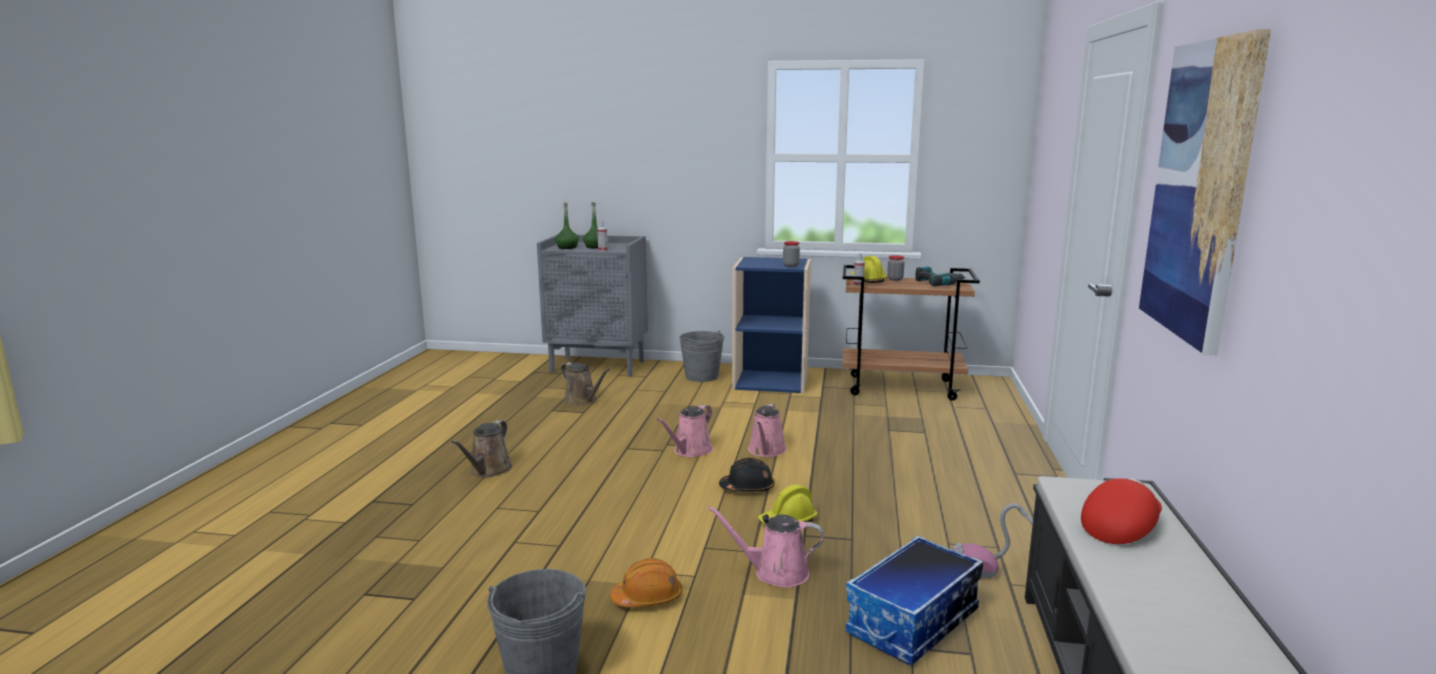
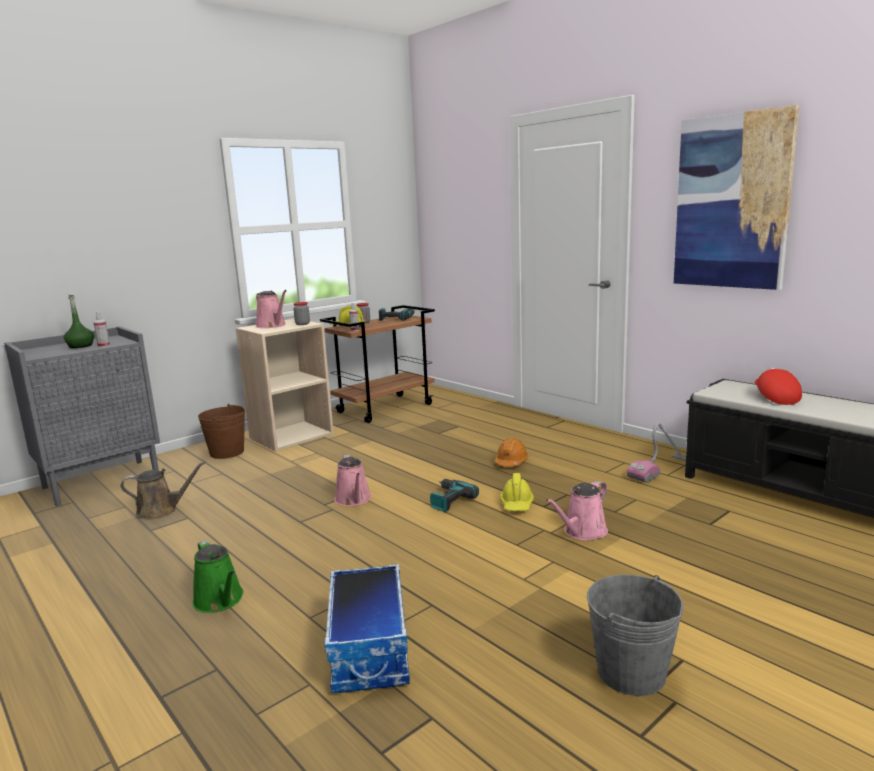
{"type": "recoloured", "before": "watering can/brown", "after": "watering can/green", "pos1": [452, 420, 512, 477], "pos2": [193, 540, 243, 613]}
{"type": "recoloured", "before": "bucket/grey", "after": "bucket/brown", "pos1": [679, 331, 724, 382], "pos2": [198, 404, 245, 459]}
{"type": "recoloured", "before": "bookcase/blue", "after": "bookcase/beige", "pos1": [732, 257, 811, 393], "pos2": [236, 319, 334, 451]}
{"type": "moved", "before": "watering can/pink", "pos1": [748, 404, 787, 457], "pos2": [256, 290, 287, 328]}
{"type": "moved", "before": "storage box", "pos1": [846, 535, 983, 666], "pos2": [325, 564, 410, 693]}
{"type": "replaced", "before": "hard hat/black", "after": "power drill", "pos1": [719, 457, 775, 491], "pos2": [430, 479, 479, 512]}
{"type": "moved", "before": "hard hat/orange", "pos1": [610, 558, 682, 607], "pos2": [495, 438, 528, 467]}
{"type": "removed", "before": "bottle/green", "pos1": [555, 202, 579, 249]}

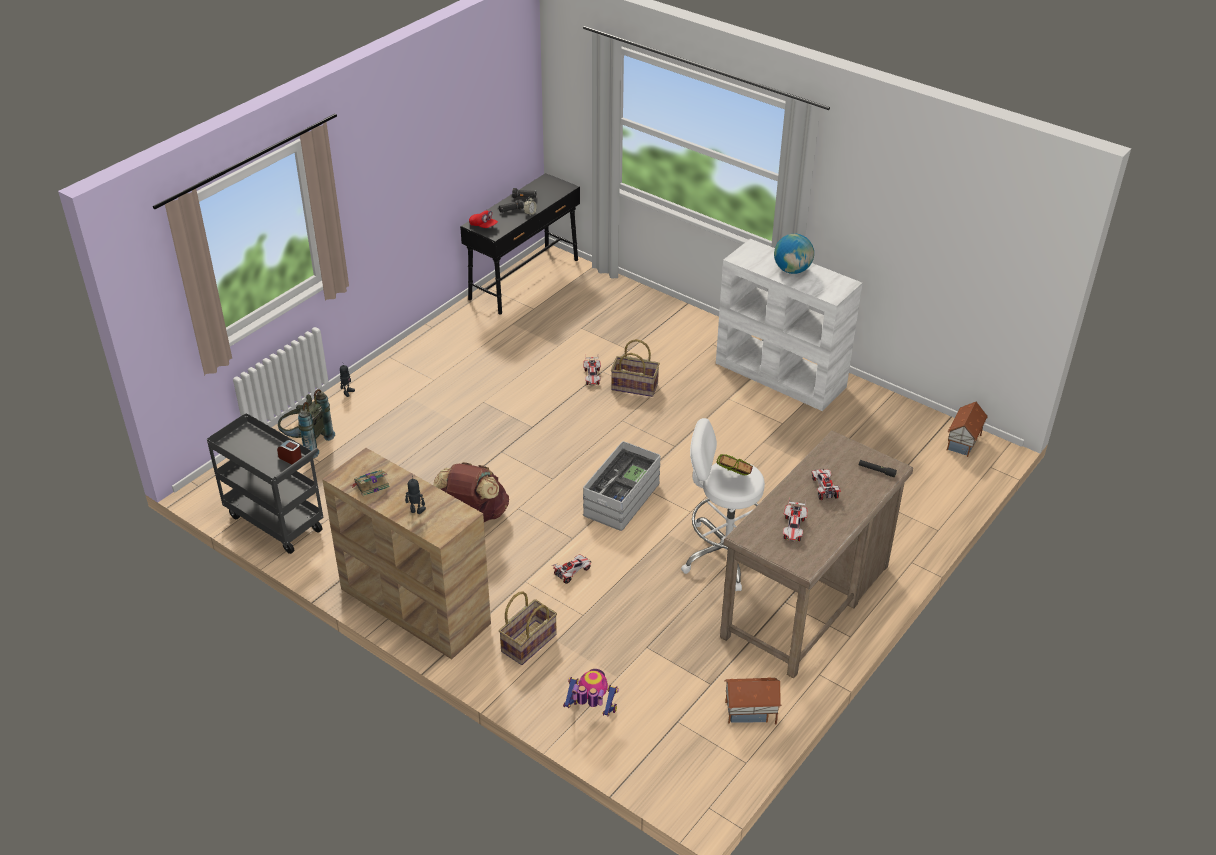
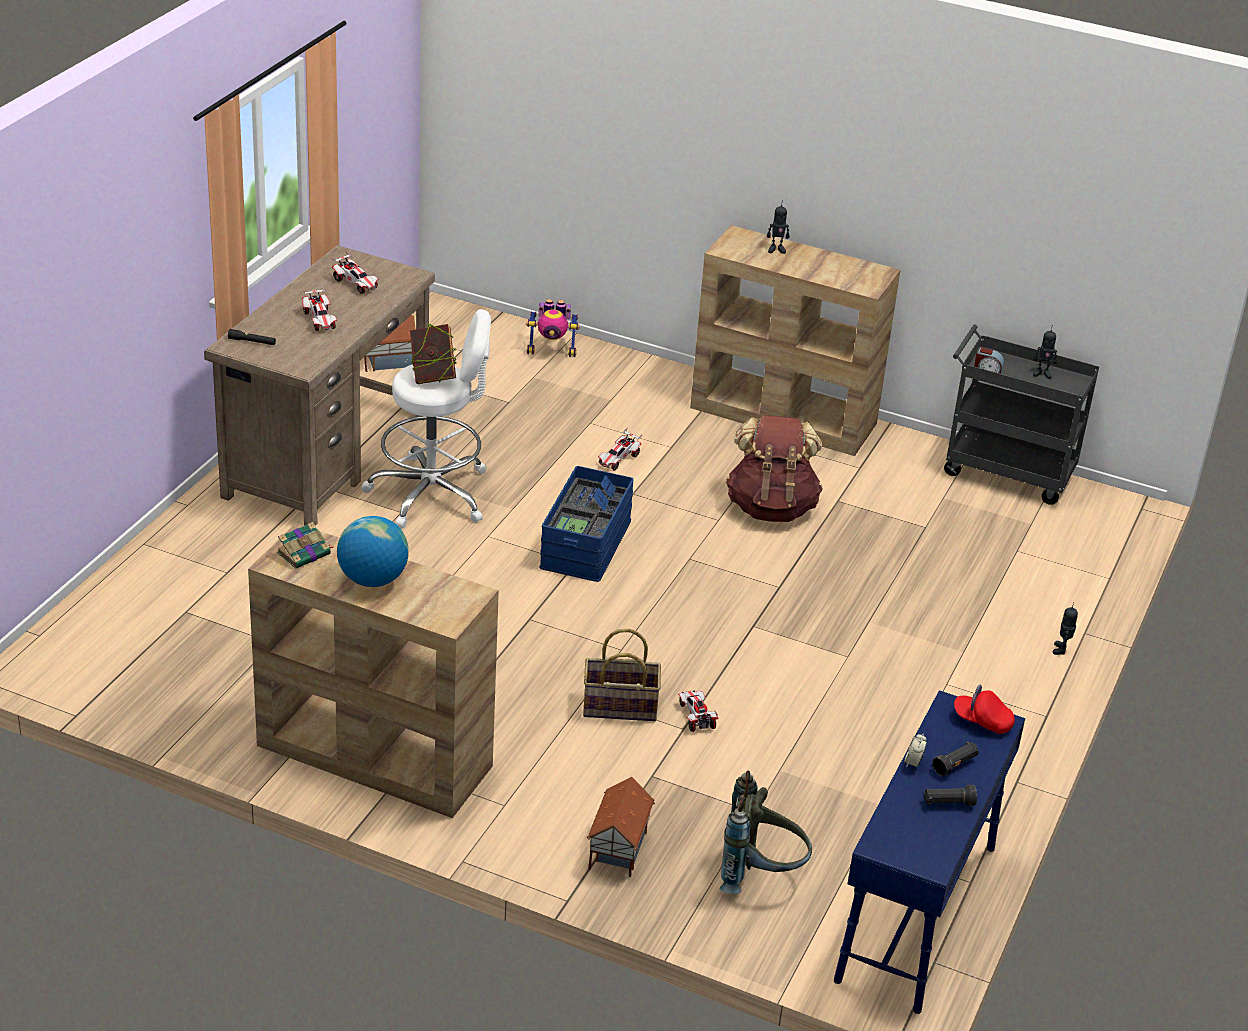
{"type": "recoloured", "before": "bookcase/white", "after": "bookcase/brown", "pos1": [716, 239, 862, 411], "pos2": [248, 523, 499, 818]}
{"type": "moved", "before": "book", "pos1": [351, 469, 390, 496], "pos2": [277, 522, 333, 569]}
{"type": "turned", "before": "toy car", "pos1": [783, 498, 807, 542], "pos2": [331, 251, 379, 294], "turn": 135}
{"type": "recoloured", "before": "storage box/grey", "after": "storage box/blue", "pos1": [583, 441, 660, 531], "pos2": [539, 466, 633, 582]}
{"type": "moved", "before": "toy house", "pos1": [947, 402, 988, 457], "pos2": [587, 777, 655, 877]}
{"type": "moved", "before": "backpack/grey", "pos1": [278, 389, 335, 458], "pos2": [719, 771, 812, 894]}
{"type": "recoloured", "before": "console table/black", "after": "console table/blue", "pos1": [460, 173, 580, 314], "pos2": [834, 690, 1025, 1014]}
{"type": "added", "after": "toy robot", "pos2": [1033, 325, 1057, 379]}
{"type": "removed", "before": "basket", "pos1": [499, 591, 557, 665]}

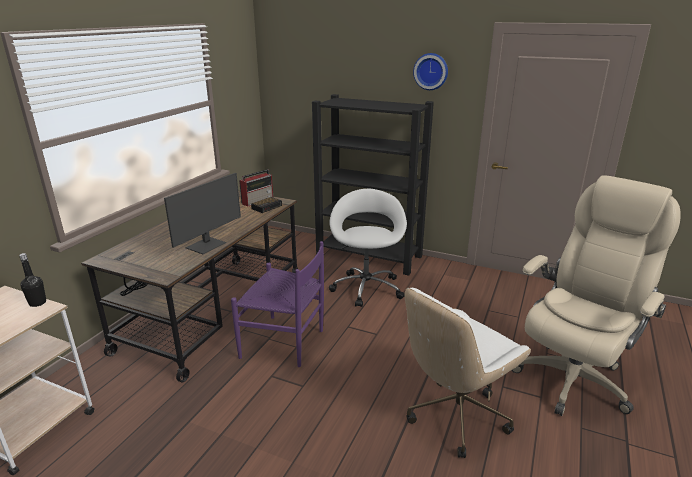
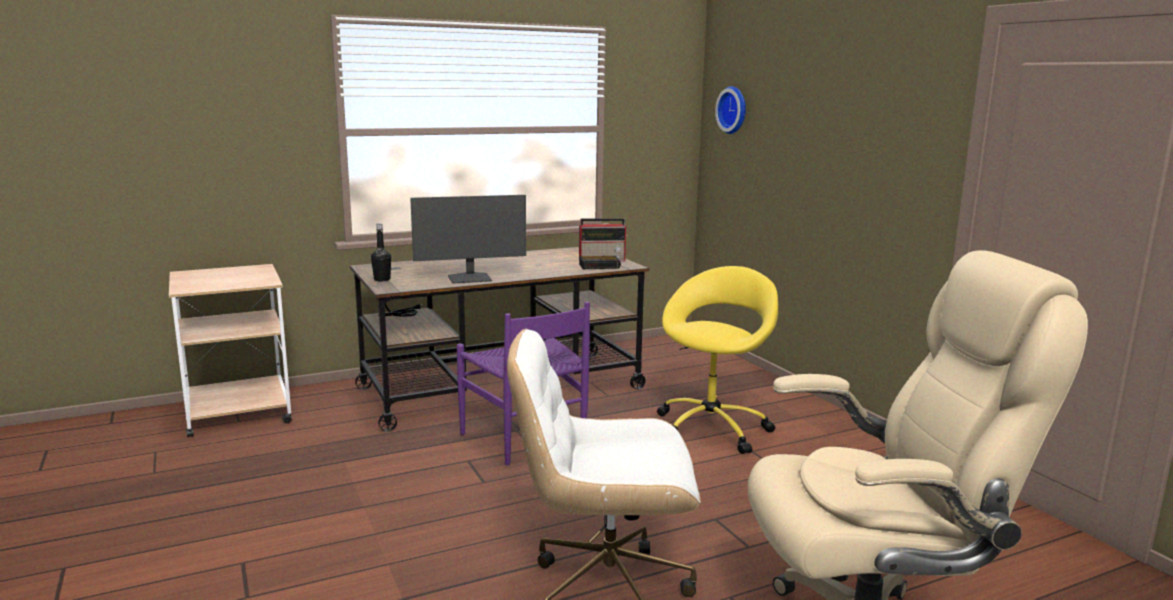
{"type": "moved", "before": "bottle/black", "pos1": [19, 253, 46, 307], "pos2": [371, 223, 391, 282]}
{"type": "recoloured", "before": "office chair/white", "after": "office chair/yellow", "pos1": [329, 189, 407, 307], "pos2": [657, 266, 778, 454]}
{"type": "moved", "before": "wall clock", "pos1": [413, 53, 448, 90], "pos2": [715, 86, 746, 134]}
{"type": "removed", "before": "bookcase/black", "pos1": [312, 94, 434, 276]}

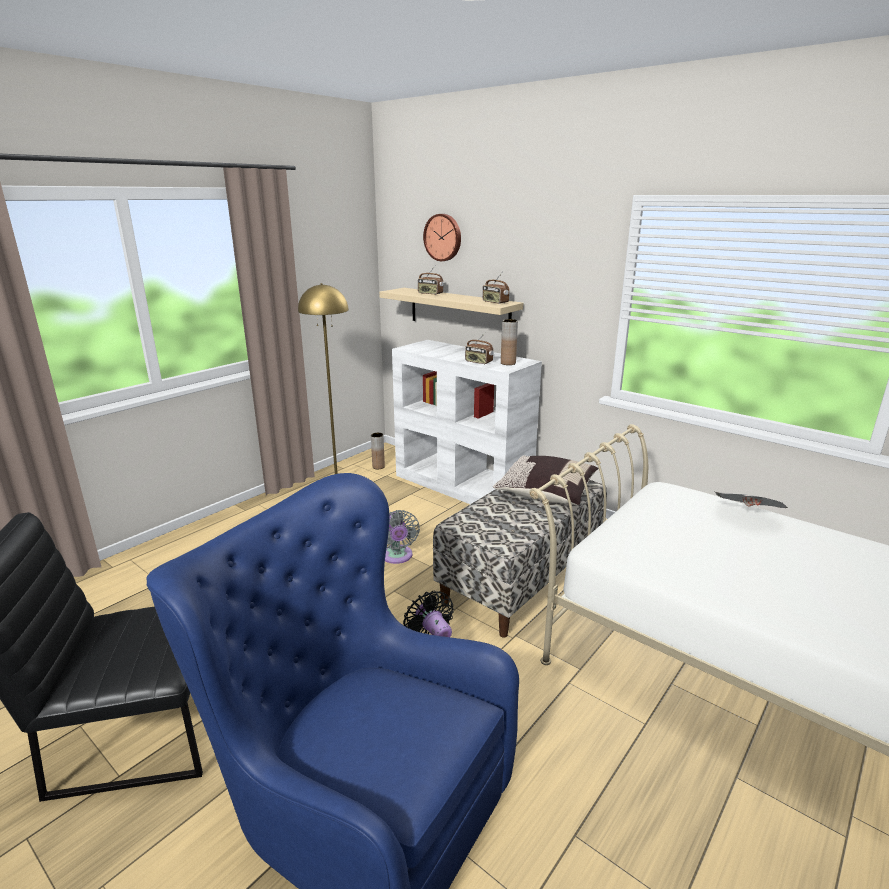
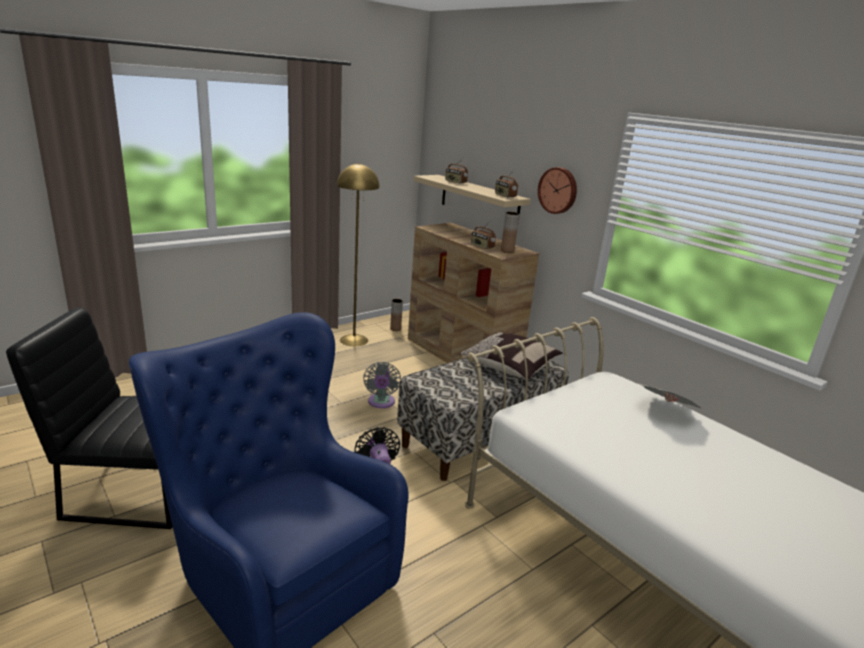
{"type": "recoloured", "before": "bookcase/white", "after": "bookcase/brown", "pos1": [392, 340, 542, 504], "pos2": [408, 223, 539, 363]}
{"type": "moved", "before": "wall clock", "pos1": [423, 214, 461, 261], "pos2": [538, 167, 577, 214]}

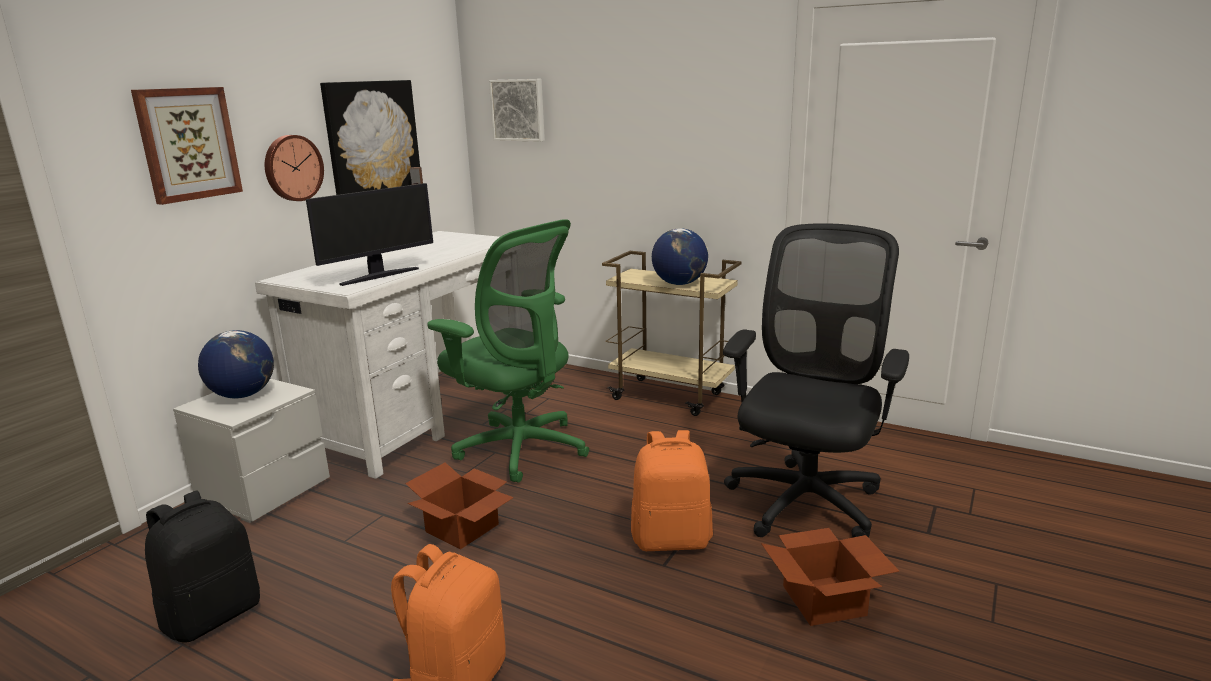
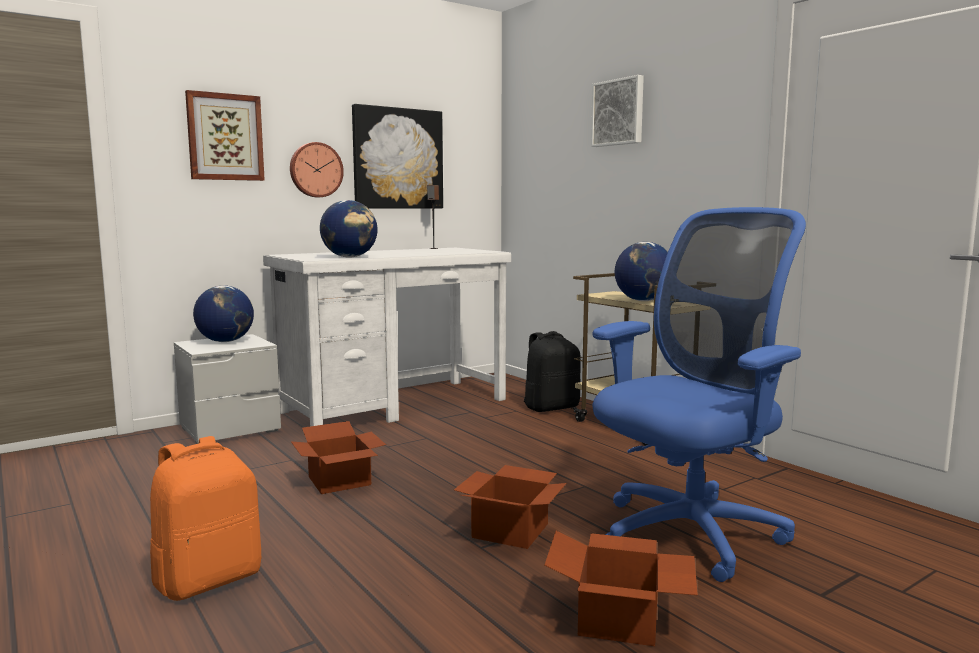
{"type": "replaced", "before": "monitor", "after": "globe", "pos1": [306, 183, 433, 286], "pos2": [320, 200, 378, 258]}
{"type": "replaced", "before": "backpack/orange", "after": "cardboard box", "pos1": [631, 430, 713, 551], "pos2": [454, 465, 566, 549]}
{"type": "moved", "before": "backpack/black", "pos1": [145, 491, 260, 643], "pos2": [524, 331, 581, 412]}
{"type": "moved", "before": "picture", "pos1": [489, 79, 545, 142], "pos2": [591, 75, 644, 147]}
{"type": "recoloured", "before": "office chair/black", "after": "office chair/blue", "pos1": [723, 223, 909, 537], "pos2": [592, 207, 806, 582]}
{"type": "removed", "before": "office chair/green", "pos1": [427, 219, 589, 483]}

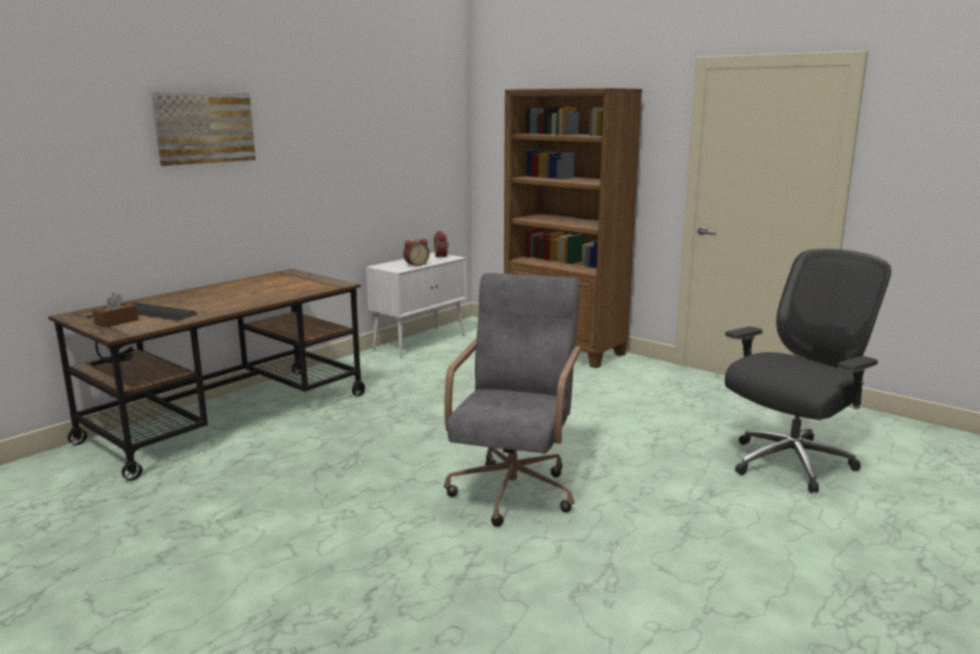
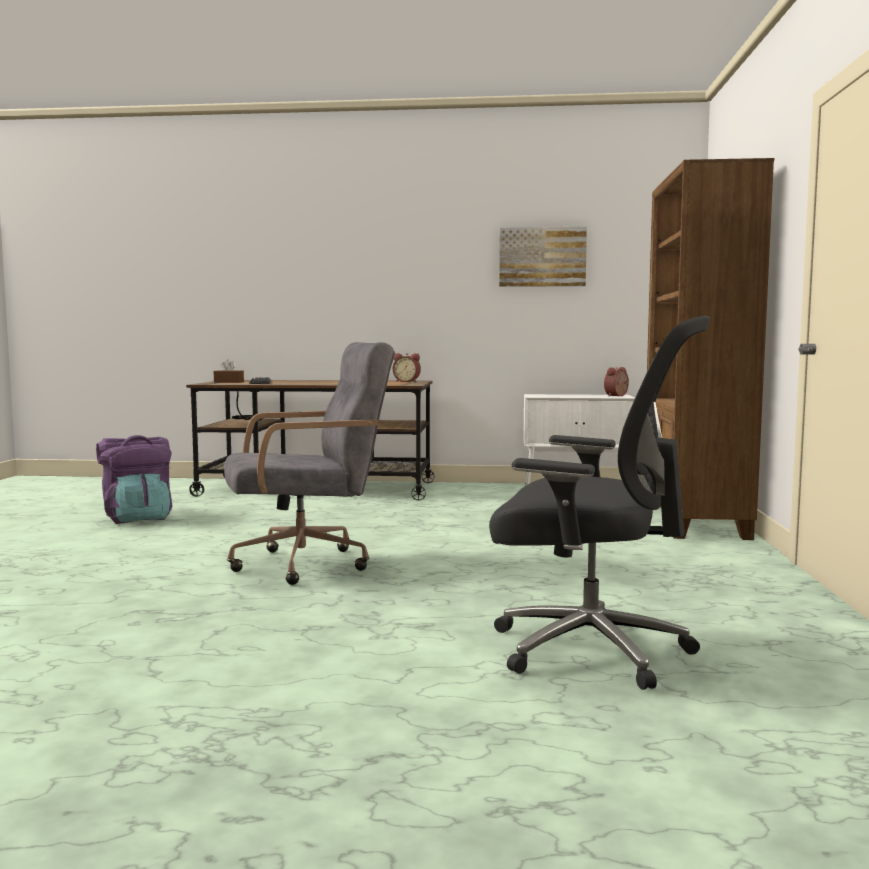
{"type": "added", "after": "backpack/purple", "pos2": [96, 435, 172, 524]}
{"type": "moved", "before": "alarm clock", "pos1": [403, 238, 429, 267], "pos2": [393, 353, 421, 382]}
{"type": "moved", "before": "picture", "pos1": [152, 92, 256, 166], "pos2": [499, 227, 587, 287]}

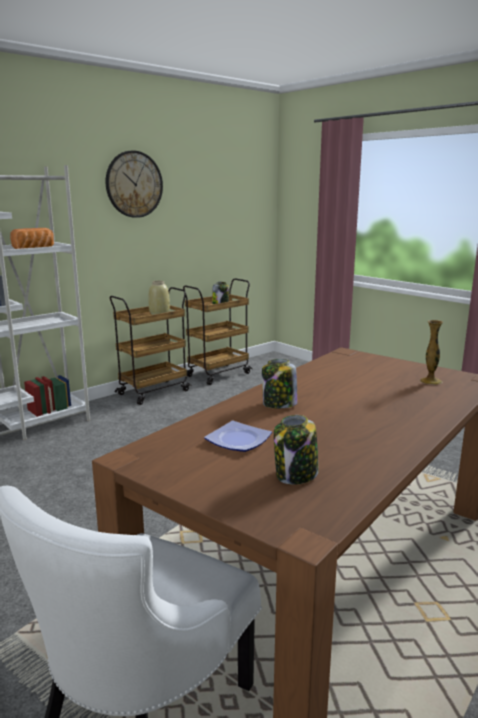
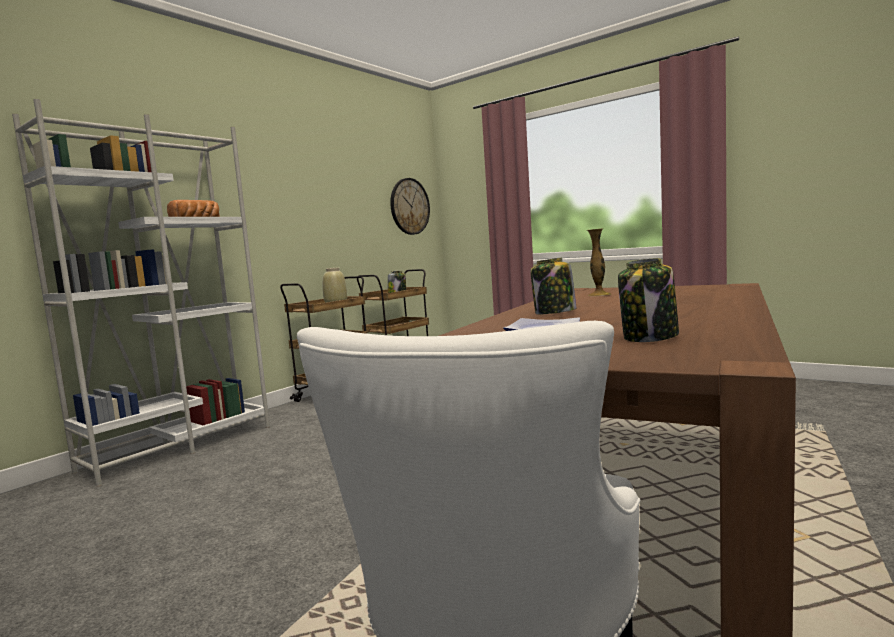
{"type": "moved", "before": "wall clock", "pos1": [105, 150, 163, 218], "pos2": [390, 178, 430, 235]}
{"type": "moved", "before": "vase", "pos1": [420, 320, 443, 385], "pos2": [587, 228, 611, 296]}

